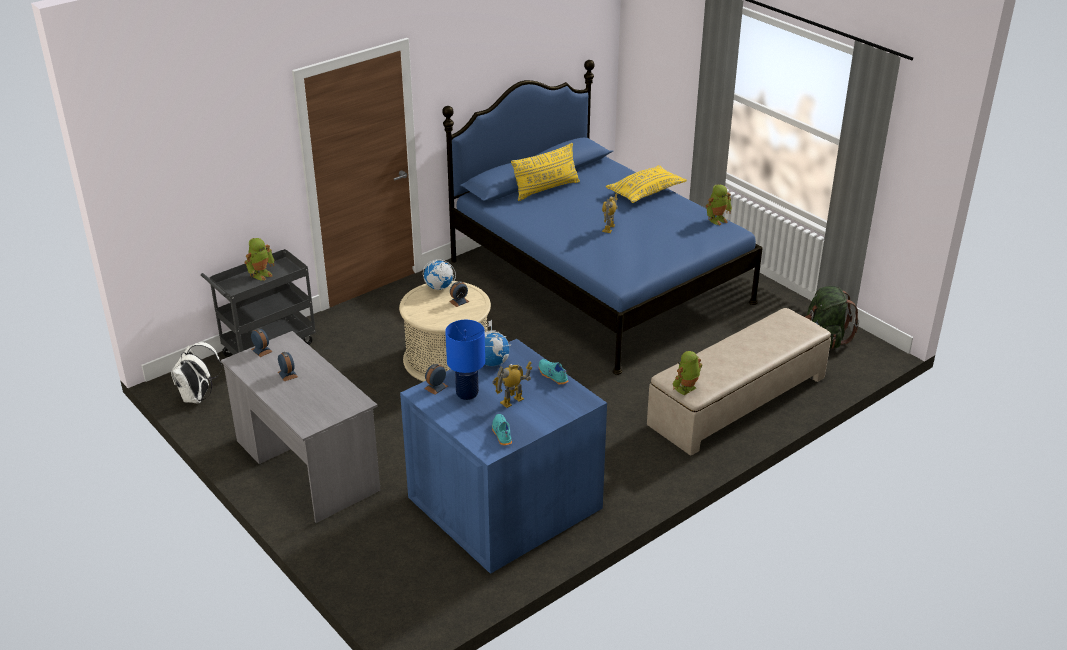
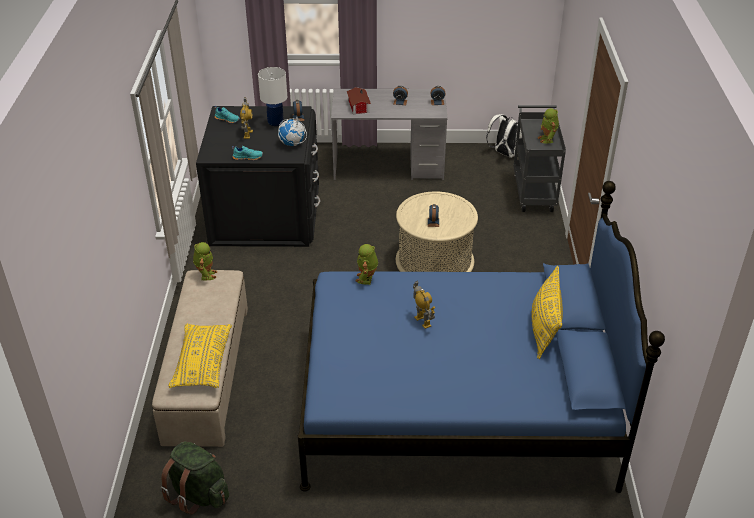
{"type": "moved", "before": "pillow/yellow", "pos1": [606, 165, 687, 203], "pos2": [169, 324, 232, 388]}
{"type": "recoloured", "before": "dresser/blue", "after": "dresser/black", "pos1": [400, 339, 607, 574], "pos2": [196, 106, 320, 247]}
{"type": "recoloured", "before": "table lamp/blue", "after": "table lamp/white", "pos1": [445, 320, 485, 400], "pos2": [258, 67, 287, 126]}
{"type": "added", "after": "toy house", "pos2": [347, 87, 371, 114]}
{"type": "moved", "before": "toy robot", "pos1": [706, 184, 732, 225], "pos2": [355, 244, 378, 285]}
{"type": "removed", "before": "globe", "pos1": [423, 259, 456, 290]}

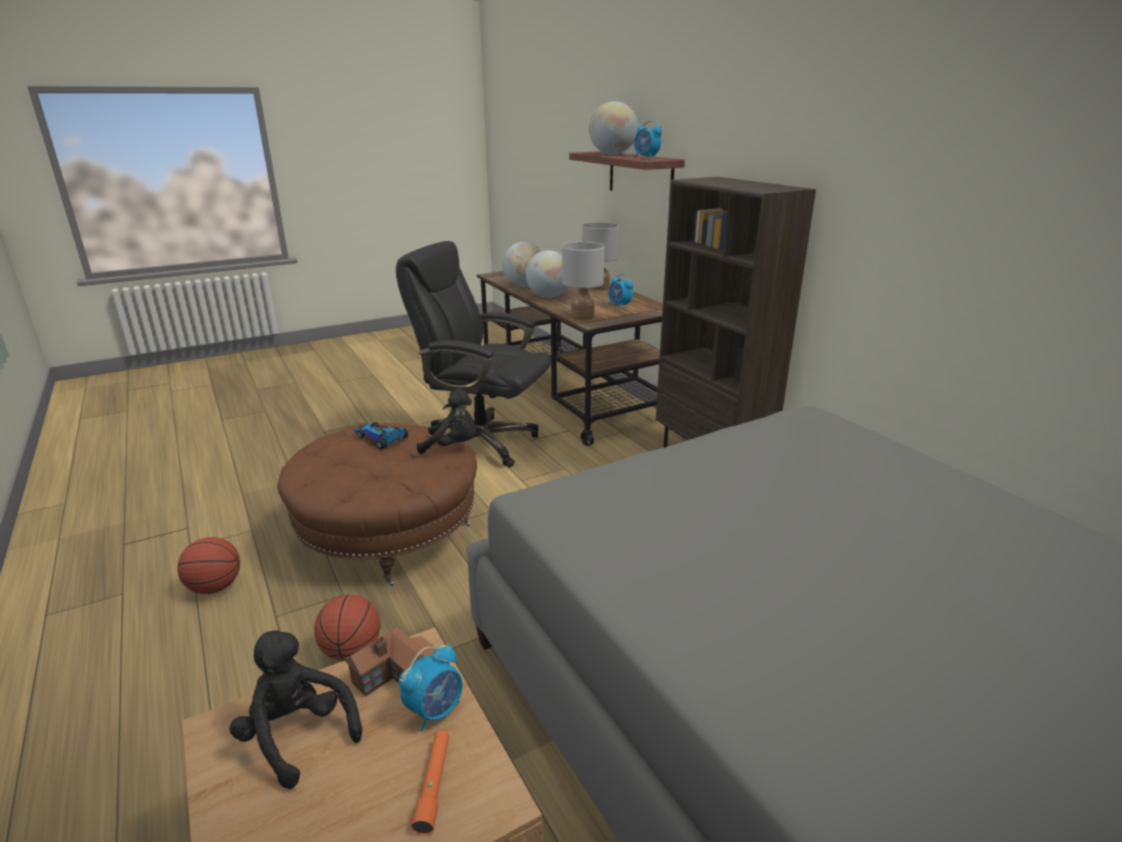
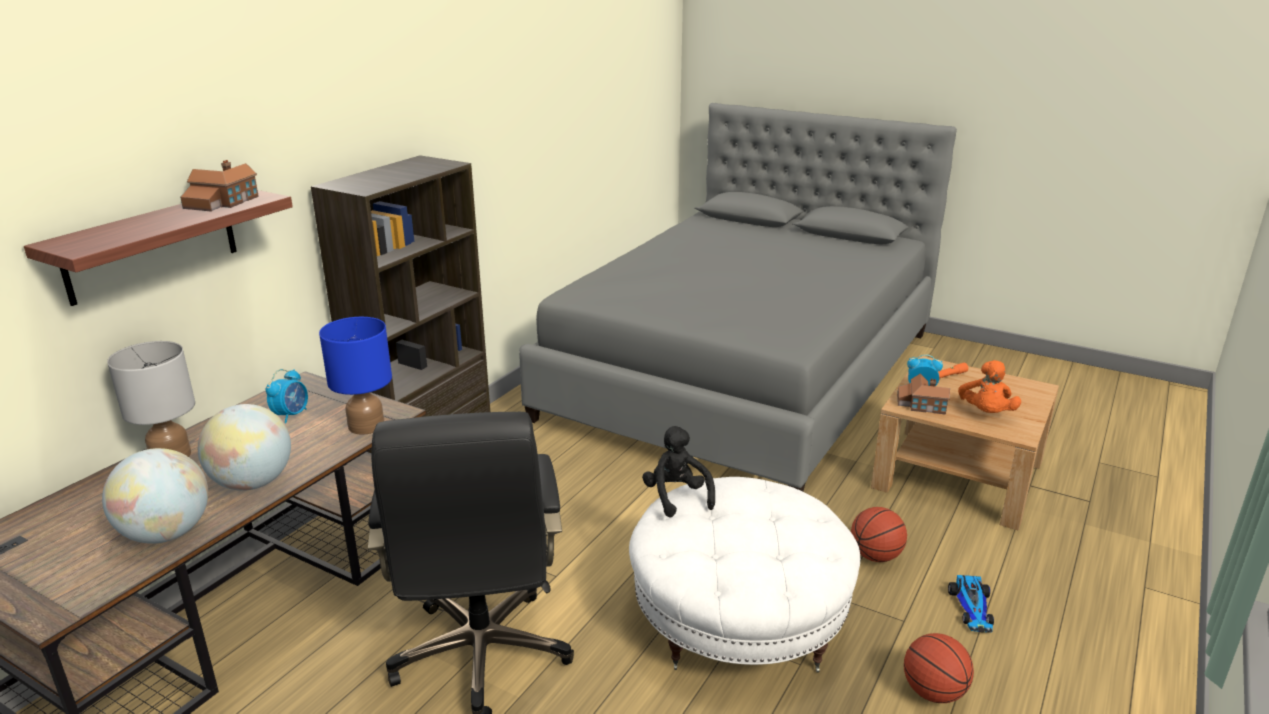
{"type": "replaced", "before": "alarm clock", "after": "toy house", "pos1": [634, 120, 662, 159], "pos2": [180, 160, 259, 212]}
{"type": "recoloured", "before": "table lamp/grey", "after": "table lamp/blue", "pos1": [562, 242, 605, 320], "pos2": [319, 317, 392, 434]}
{"type": "recoloured", "before": "ottoman/brown", "after": "ottoman/white", "pos1": [277, 423, 477, 586], "pos2": [629, 477, 860, 673]}
{"type": "moved", "before": "toy car", "pos1": [353, 422, 408, 450], "pos2": [948, 575, 994, 633]}
{"type": "recoloured", "before": "plush toy/black", "after": "plush toy/orange", "pos1": [230, 630, 362, 789], "pos2": [958, 360, 1021, 413]}
{"type": "removed", "before": "globe", "pos1": [589, 101, 638, 155]}

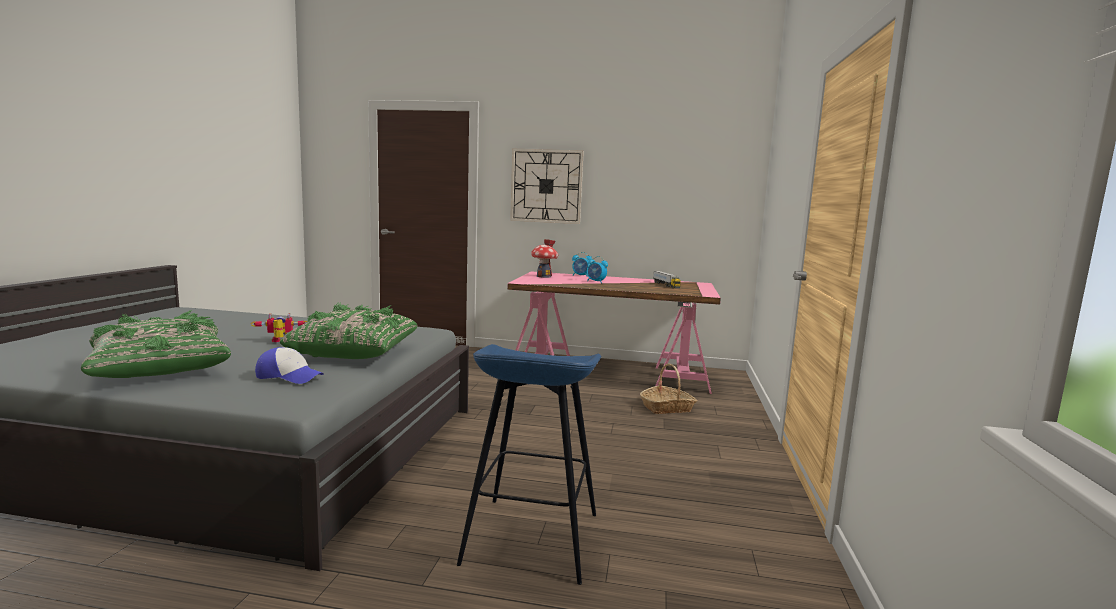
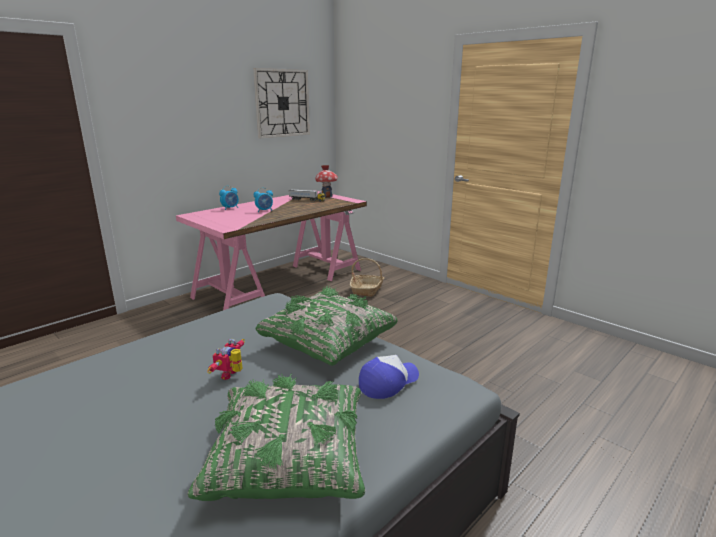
{"type": "moved", "before": "wall clock", "pos1": [510, 149, 584, 224], "pos2": [253, 68, 310, 138]}
{"type": "moved", "before": "toy house", "pos1": [531, 239, 558, 278], "pos2": [315, 165, 338, 198]}
{"type": "removed", "before": "stool/blue", "pos1": [457, 344, 602, 585]}

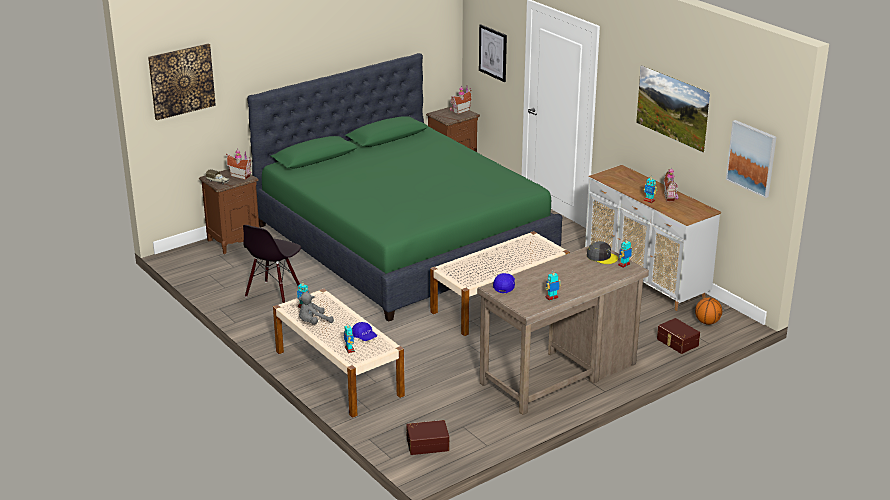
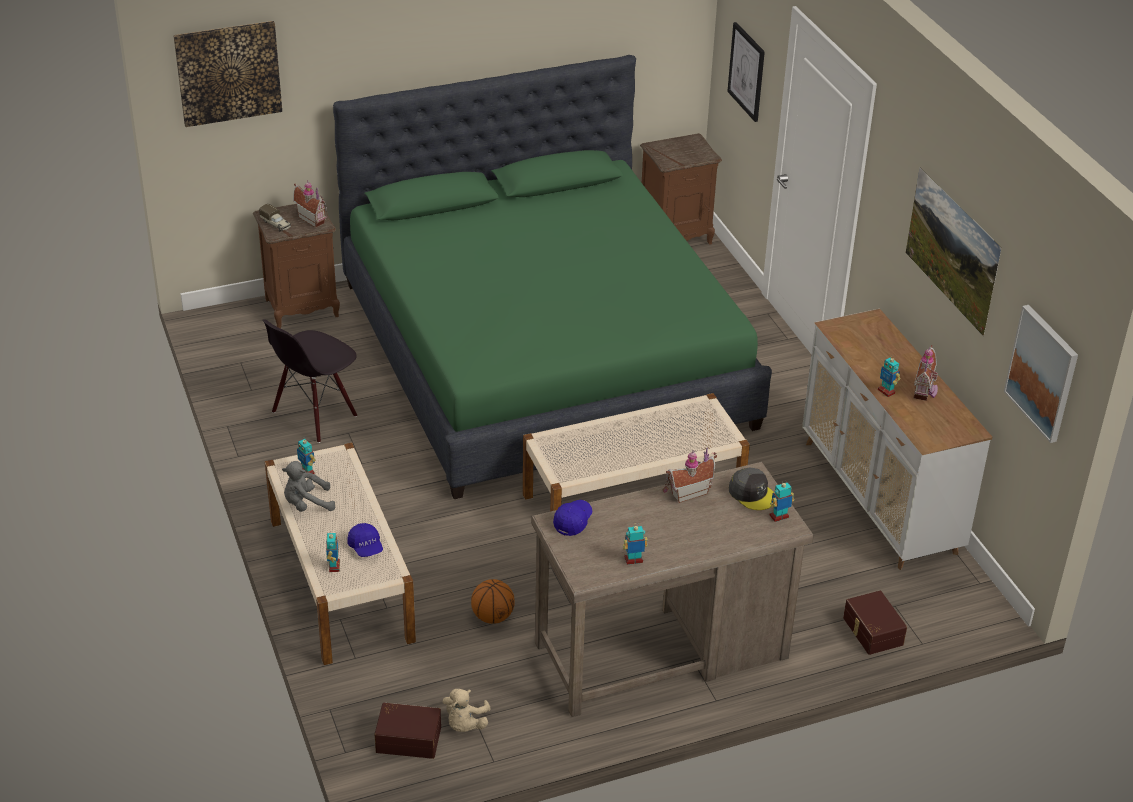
{"type": "added", "after": "plush toy/beige", "pos2": [443, 689, 491, 732]}
{"type": "moved", "before": "basketball", "pos1": [695, 297, 722, 325], "pos2": [471, 579, 515, 624]}
{"type": "moved", "before": "toy house", "pos1": [450, 85, 472, 114], "pos2": [663, 447, 717, 503]}

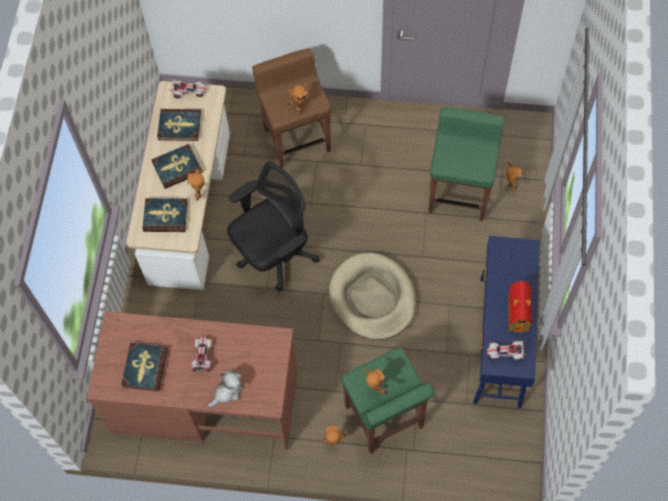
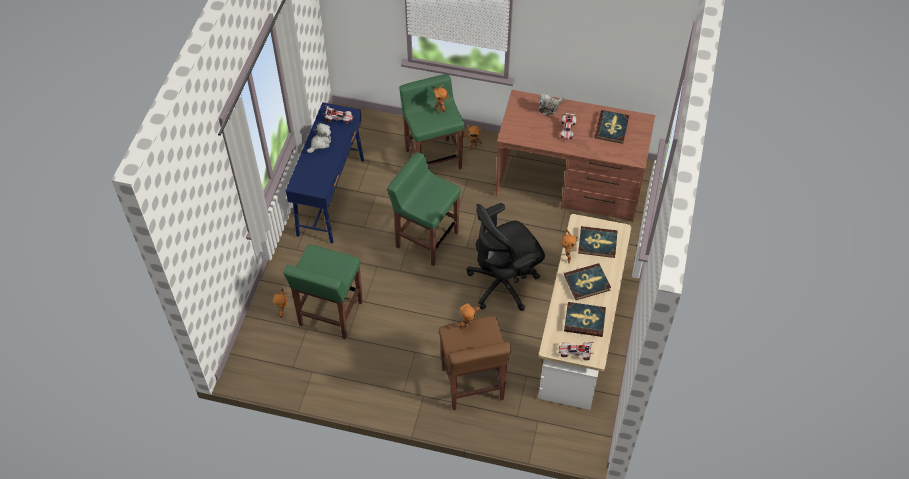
{"type": "replaced", "before": "toy house", "after": "plush toy", "pos1": [508, 281, 532, 332], "pos2": [307, 123, 331, 153]}
{"type": "replaced", "before": "dog bed/beige", "after": "stool/green", "pos1": [329, 252, 416, 340], "pos2": [387, 152, 461, 266]}

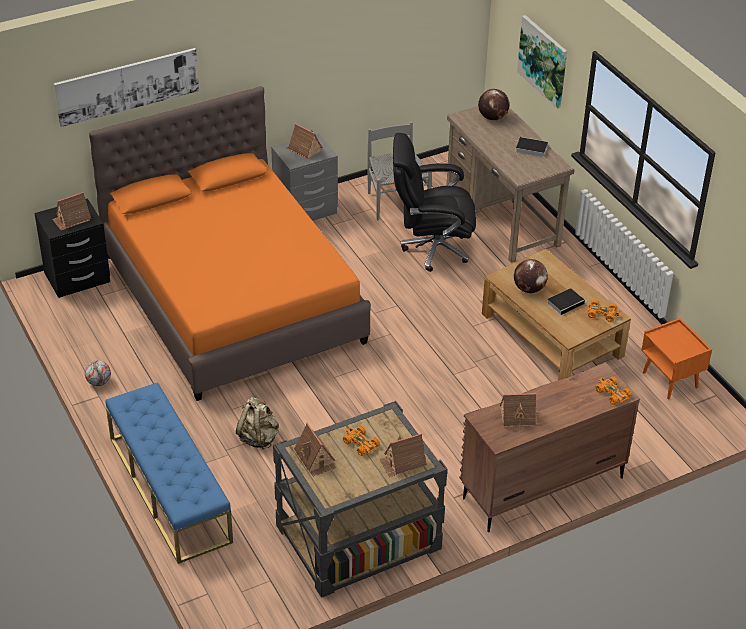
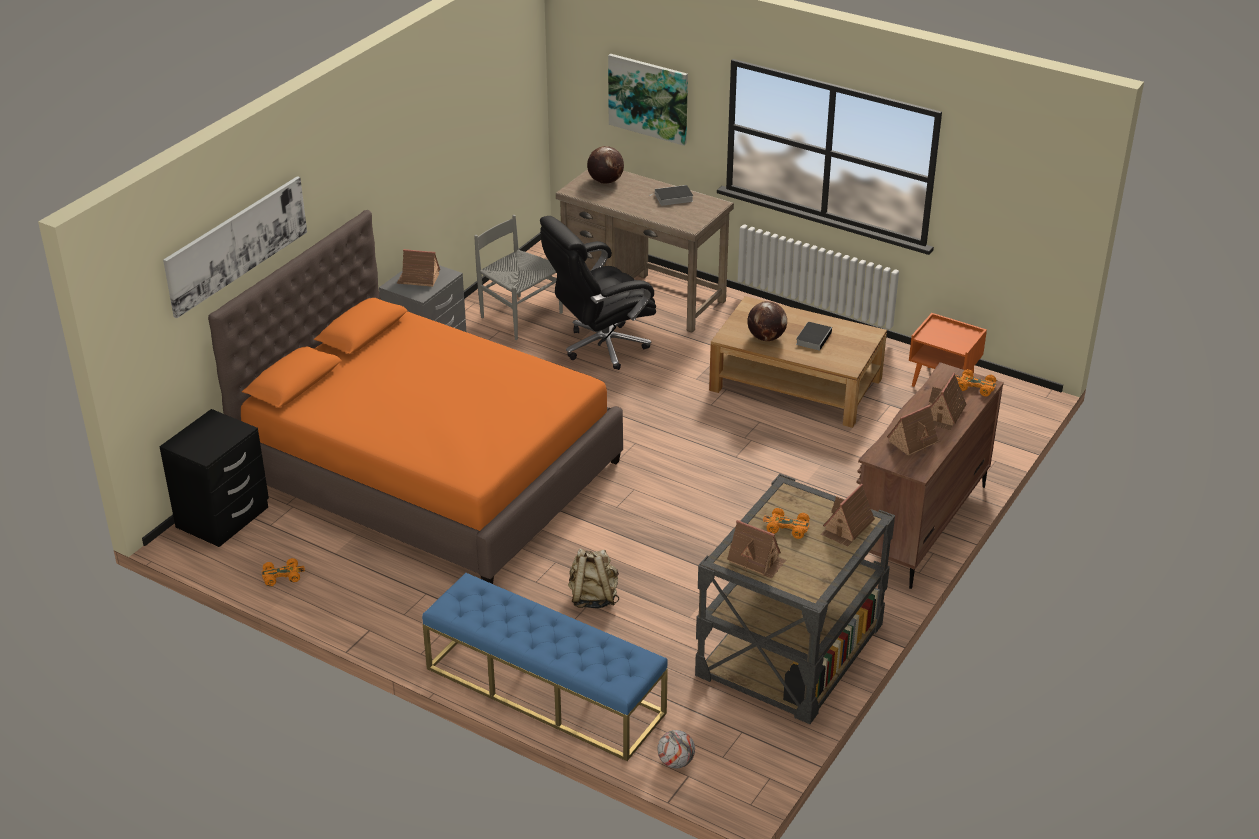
{"type": "moved", "before": "toy car/orange", "pos1": [587, 300, 621, 322], "pos2": [262, 558, 305, 586]}
{"type": "moved", "before": "football", "pos1": [85, 360, 111, 386], "pos2": [657, 730, 695, 768]}
{"type": "moved", "before": "toy house", "pos1": [52, 192, 91, 230], "pos2": [929, 373, 967, 430]}

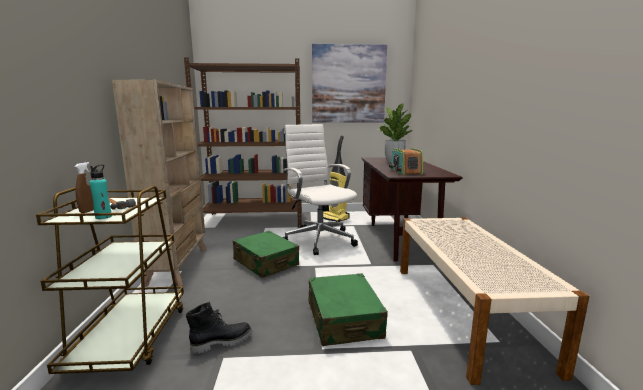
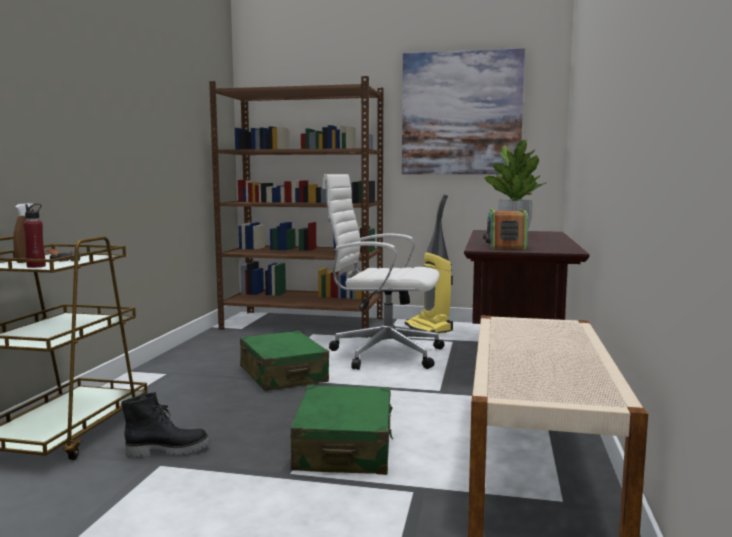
{"type": "recoloured", "before": "bottle/turquoise", "after": "bottle/red", "pos1": [89, 164, 112, 219], "pos2": [23, 204, 46, 268]}
{"type": "turned", "before": "office chair/white", "pos1": [282, 124, 358, 255], "pos2": [322, 174, 444, 370], "turn": -60}
{"type": "removed", "before": "bookcase/beige", "pos1": [112, 80, 207, 287]}

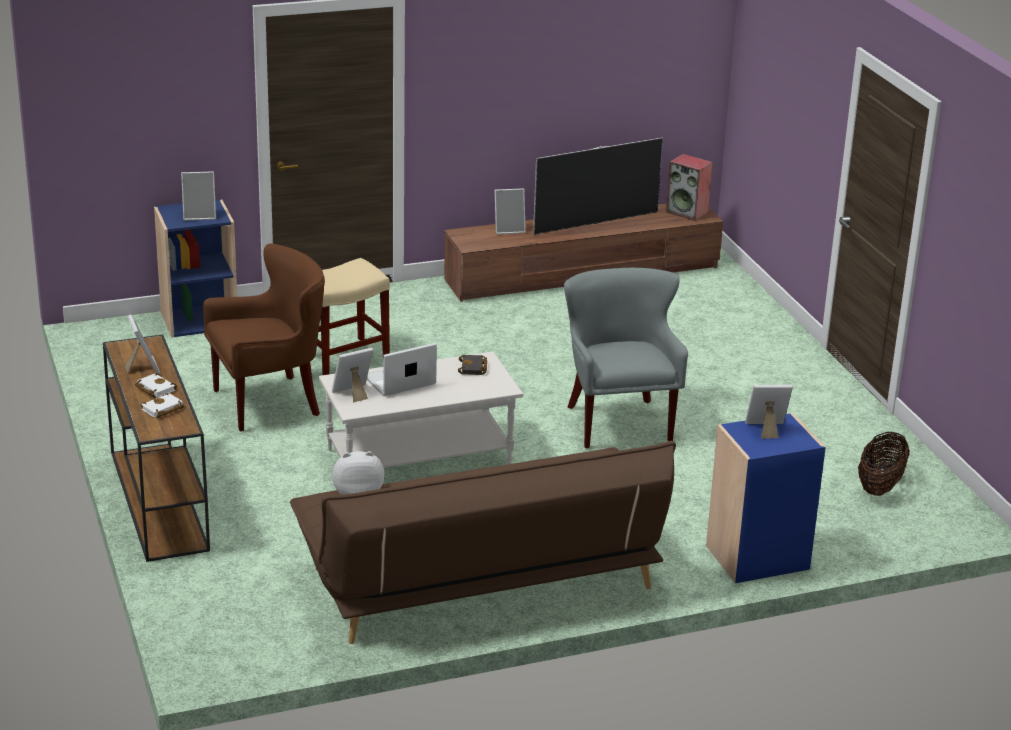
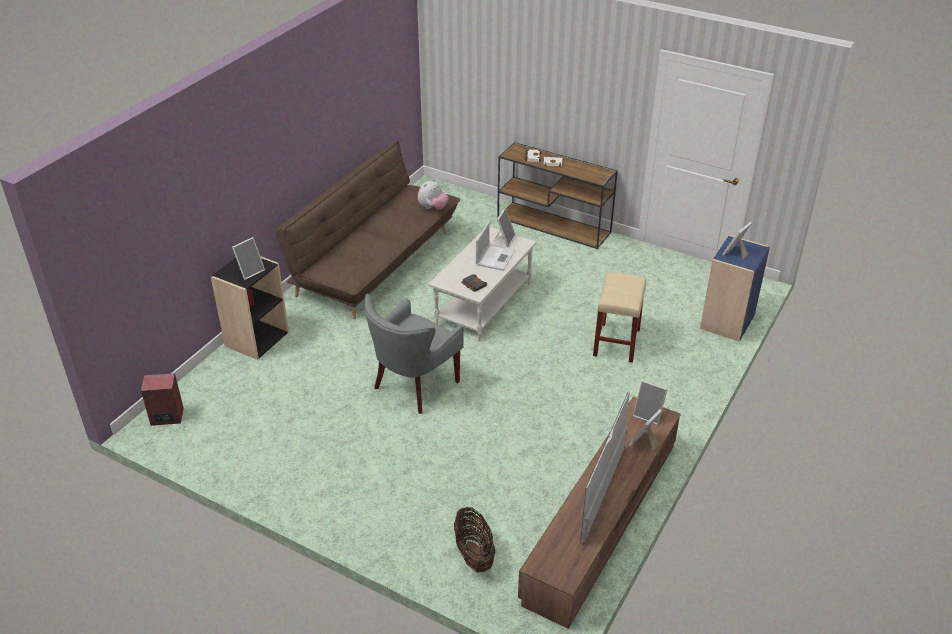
{"type": "moved", "before": "speaker", "pos1": [666, 154, 713, 221], "pos2": [141, 373, 184, 426]}
{"type": "recoloured", "before": "bookcase/blue", "after": "bookcase/black", "pos1": [706, 413, 826, 583], "pos2": [211, 256, 289, 360]}
{"type": "turned", "before": "armchair/grey", "pos1": [564, 268, 688, 449], "pos2": [365, 294, 464, 414], "turn": 90}
{"type": "moved", "before": "basket", "pos1": [858, 431, 910, 496], "pos2": [454, 507, 495, 573]}
{"type": "moved", "before": "picture frame", "pos1": [125, 314, 160, 374], "pos2": [633, 380, 668, 425]}
{"type": "removed", "before": "armchair/brown", "pos1": [203, 243, 325, 431]}

